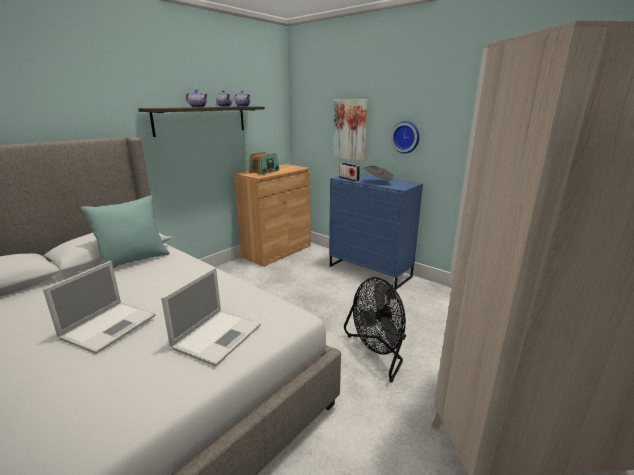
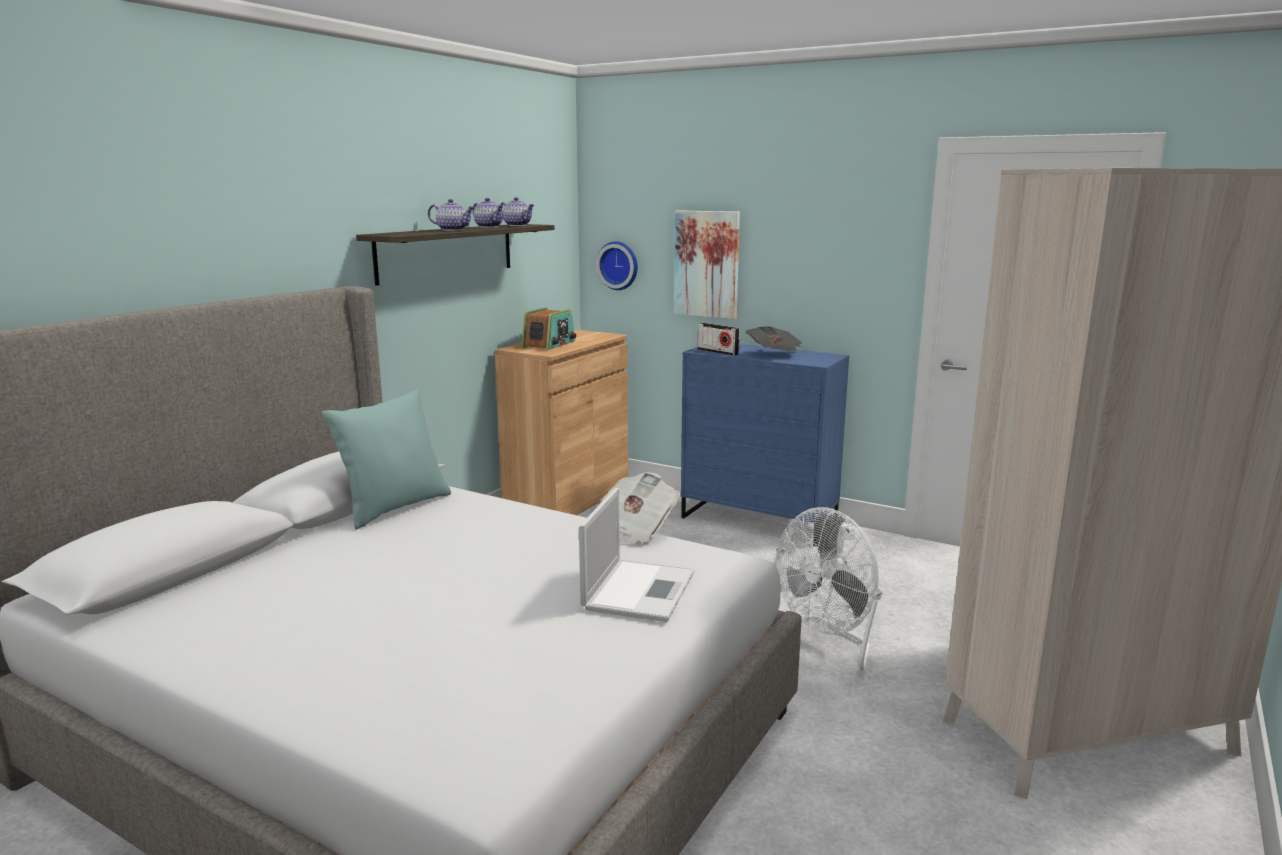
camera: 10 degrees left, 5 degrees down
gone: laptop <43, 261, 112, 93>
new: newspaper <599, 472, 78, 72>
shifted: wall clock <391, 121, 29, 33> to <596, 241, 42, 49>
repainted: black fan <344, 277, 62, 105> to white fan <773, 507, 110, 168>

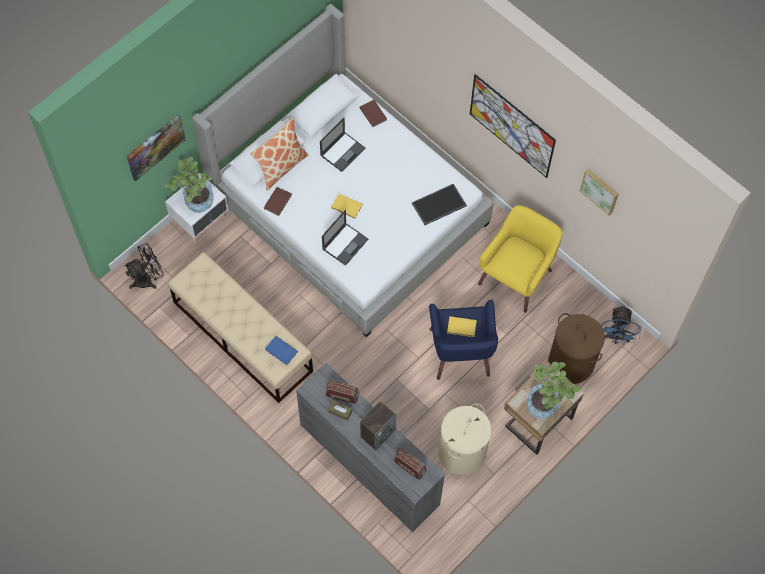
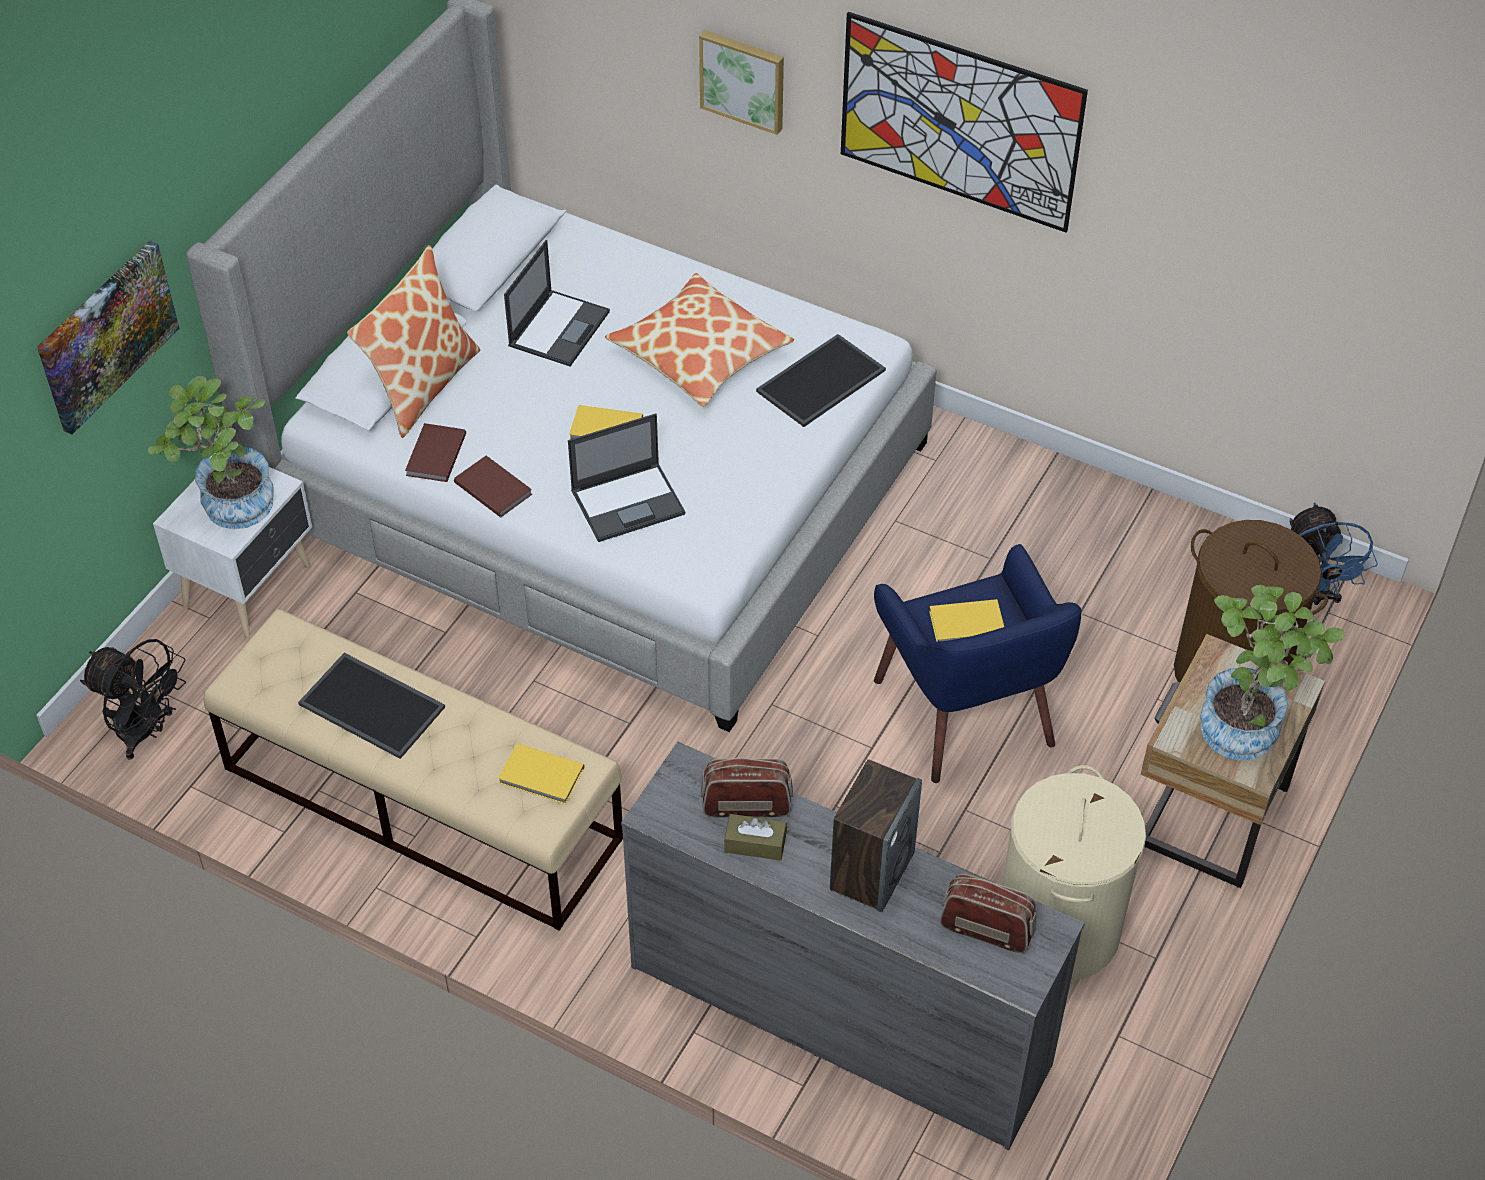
camera: 15 degrees left, 15 degrees down
gone: yellow armchair <478, 205, 84, 108>
new: tray <298, 653, 147, 106>; pillow <605, 273, 189, 134>
shifted: brown book <359, 100, 28, 27> to <454, 456, 78, 61>; picture <580, 169, 38, 47> to <699, 30, 85, 105>
repainted: blue book <265, 336, 33, 29> to yellow book <498, 743, 86, 61>
rotated: black fan <124, 243, 40, 46> = <80, 639, 106, 121> 75 degrees clockwise; laptop <322, 210, 46, 56> = <568, 413, 117, 129> 45 degrees clockwise

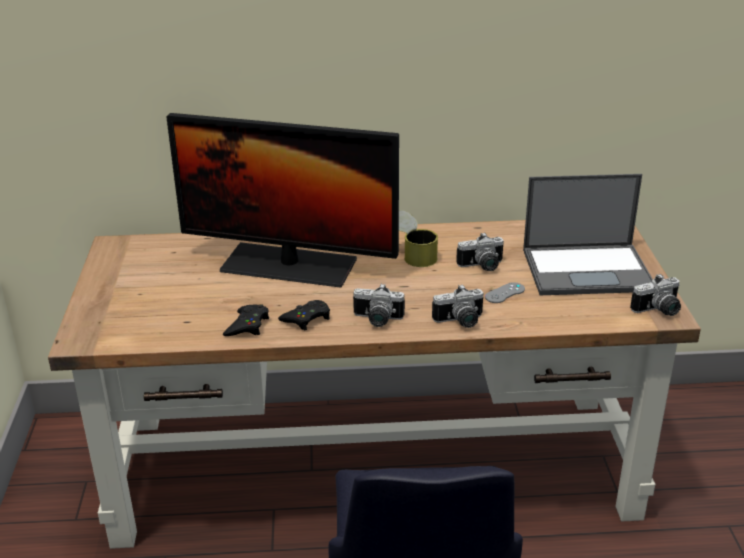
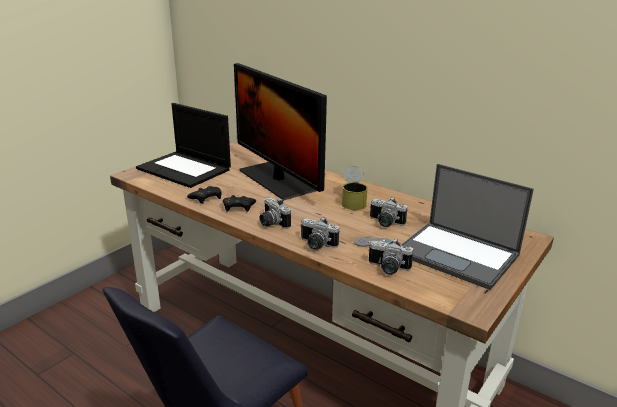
camera: 40 degrees right, 5 degrees down
new: laptop <136, 103, 95, 85>
shifted: photo camera <630, 274, 51, 42> to <369, 238, 44, 37>

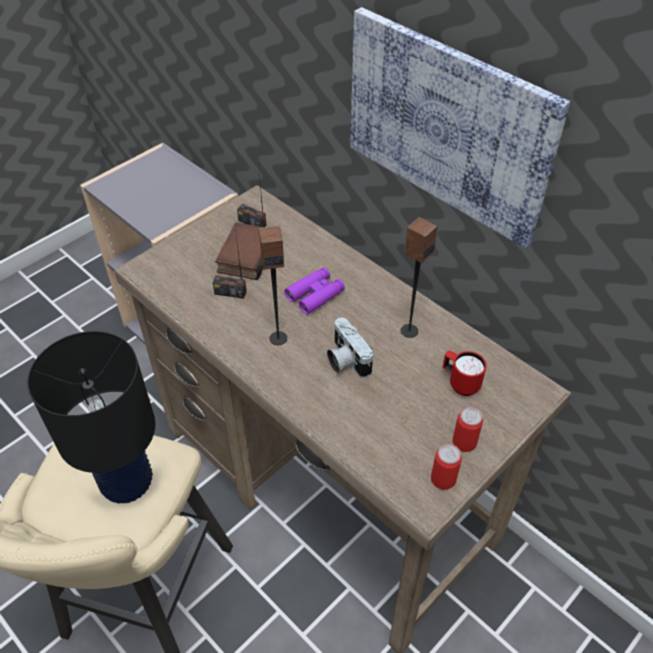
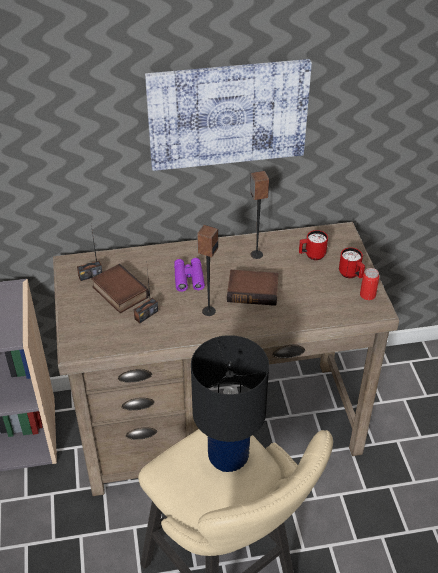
camera: 55 degrees left, 5 degrees down
swapped: photo camera <327, 318, 46, 60> to book <227, 270, 52, 36>; can <452, 407, 31, 45> to red mug <339, 248, 26, 30>

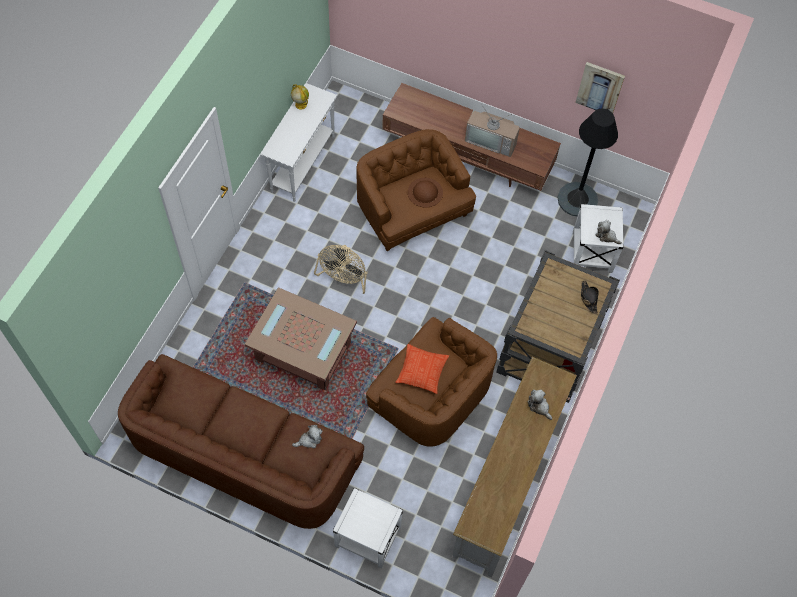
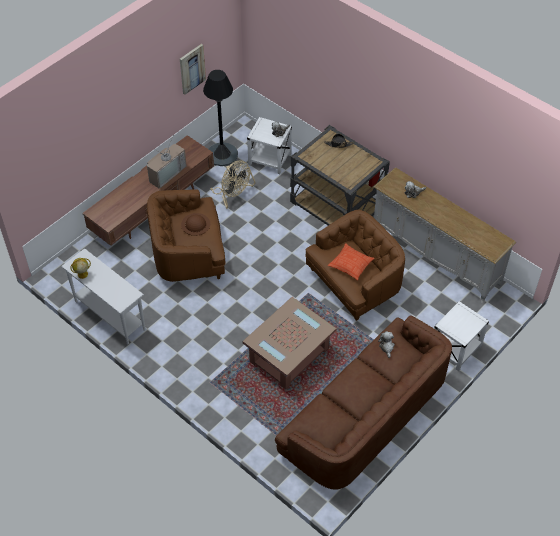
camera: 70 degrees left, 10 degrees down
shifted: beige fan <314, 245, 54, 49> to <210, 160, 45, 49>

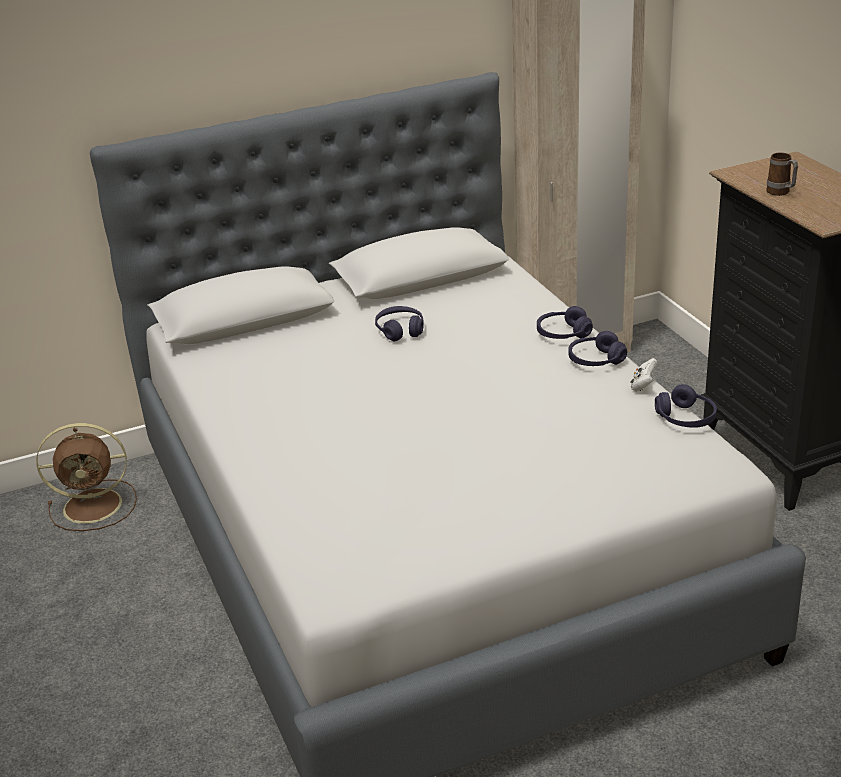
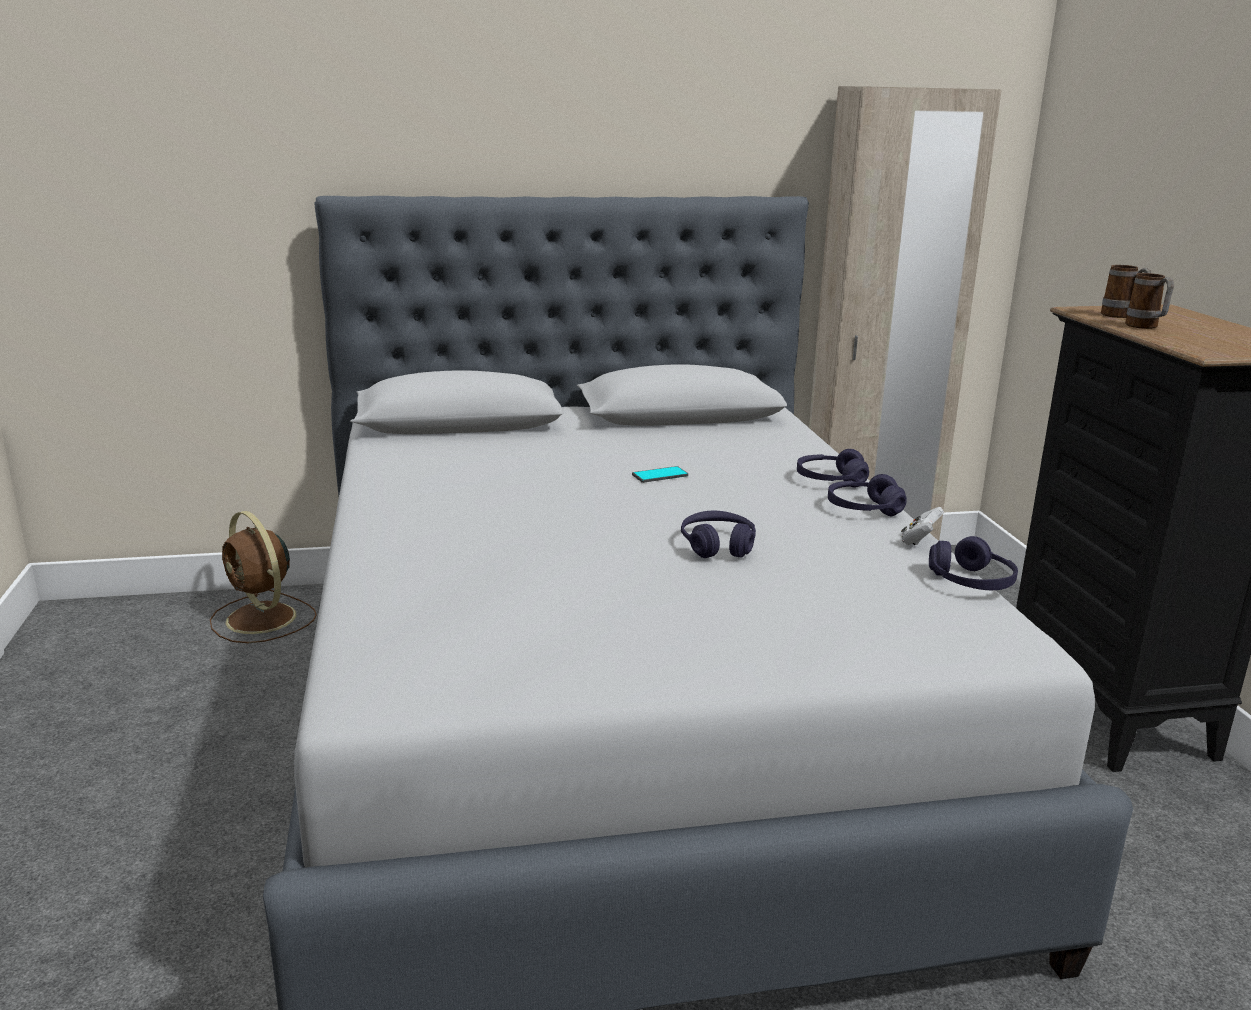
camera: 10 degrees right, 10 degrees down
new: phone <632, 466, 56, 17>; mug <1101, 265, 50, 53>
shifted: purple headphones <375, 306, 49, 35> to <681, 511, 75, 47>
rotated: brown fan <36, 423, 101, 108> = <210, 511, 107, 132> 45 degrees clockwise

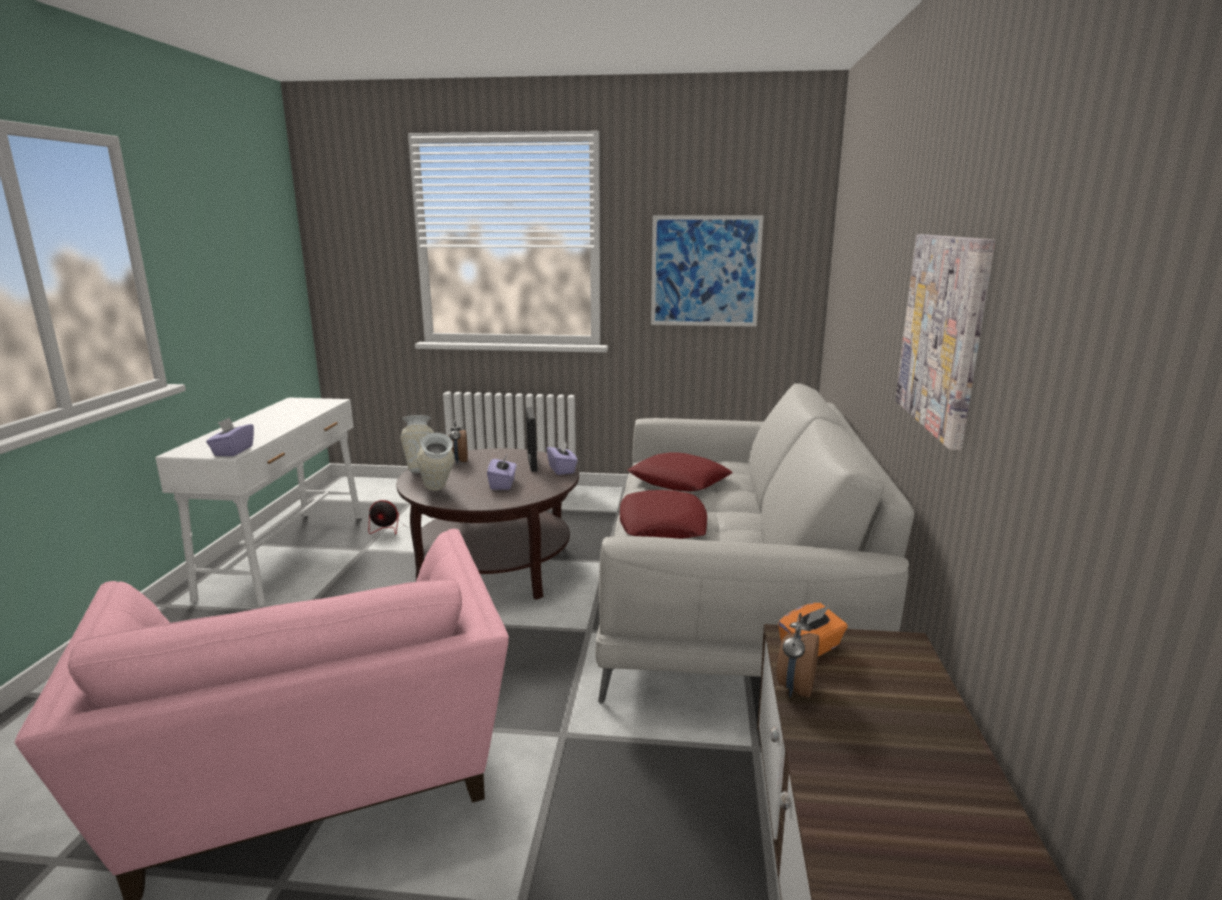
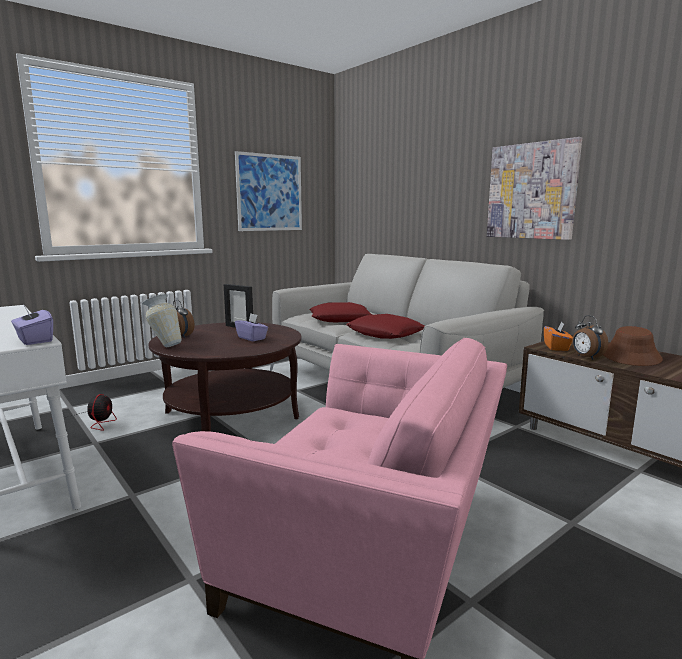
camera: 45 degrees left, 5 degrees down
gone: vase <417, 433, 38, 58>; purple tissue box <547, 441, 31, 34>
new: brown hat <603, 326, 60, 40>
rotated: fan <369, 500, 64, 35> = <50, 394, 67, 37> 45 degrees counterclockwise

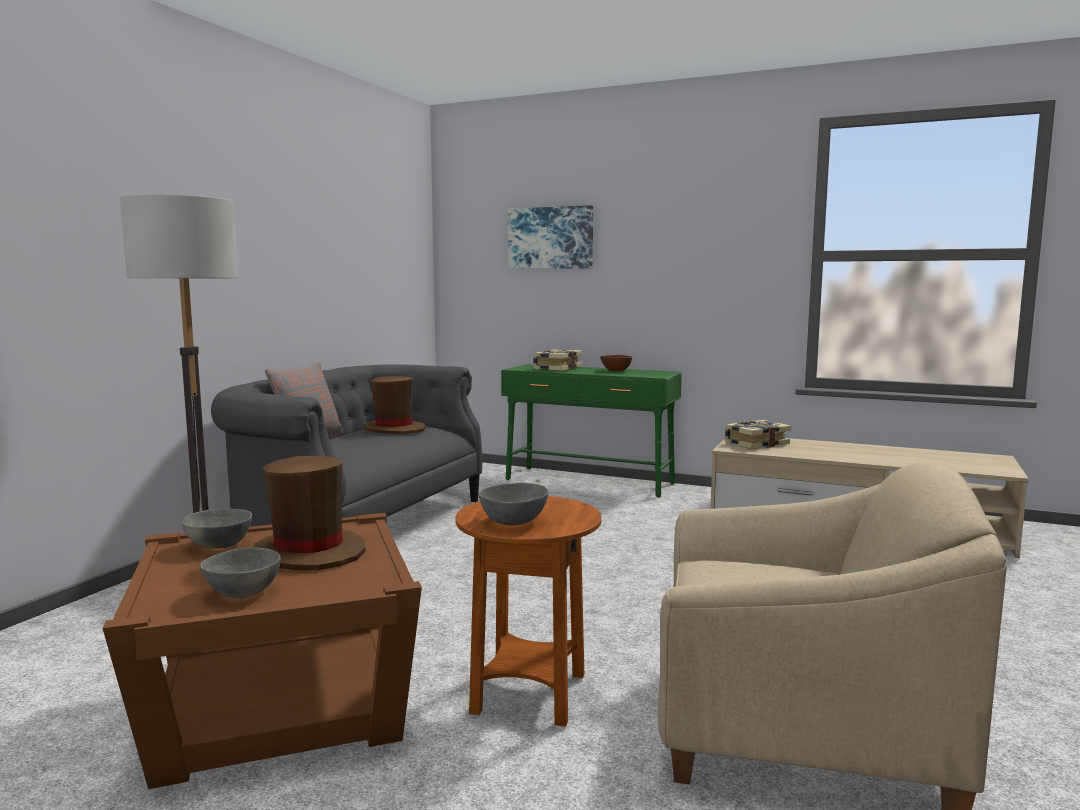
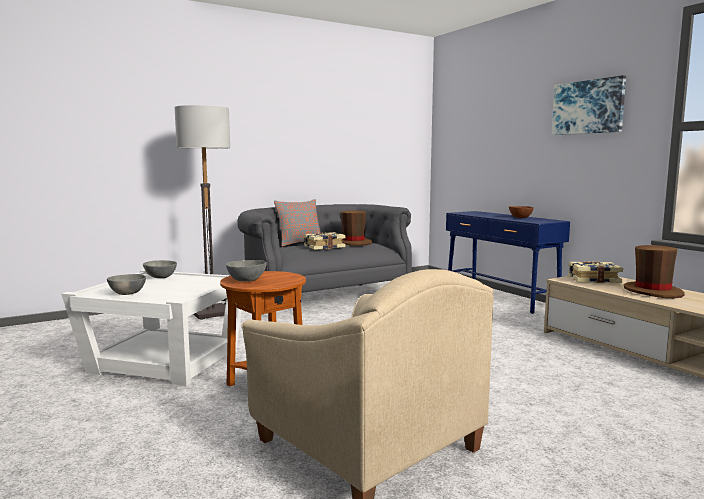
camera: 35 degrees right, 0 degrees up
shifted: brown hat <253, 456, 113, 114> to <624, 245, 61, 53>; picture <508, 205, 85, 64> to <552, 75, 74, 60>; book <533, 349, 49, 22> to <304, 232, 41, 18>
repainted: brown side table <102, 513, 320, 276> to white side table <61, 269, 181, 117>; green console table <501, 364, 181, 134> to blue console table <446, 211, 124, 103>

